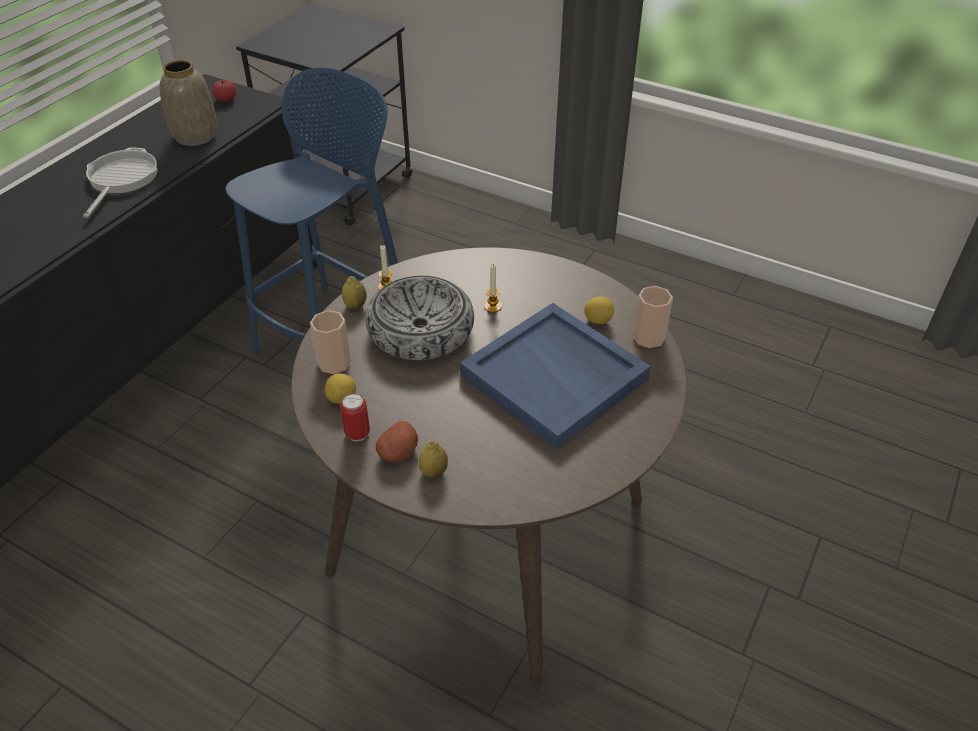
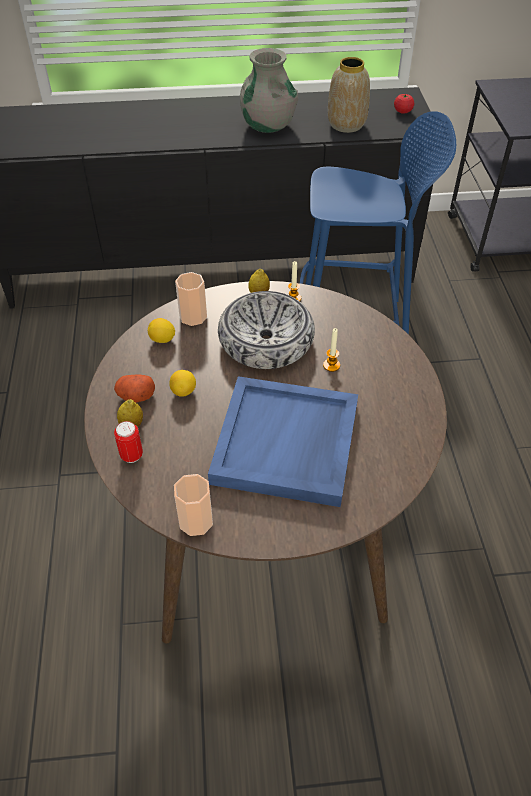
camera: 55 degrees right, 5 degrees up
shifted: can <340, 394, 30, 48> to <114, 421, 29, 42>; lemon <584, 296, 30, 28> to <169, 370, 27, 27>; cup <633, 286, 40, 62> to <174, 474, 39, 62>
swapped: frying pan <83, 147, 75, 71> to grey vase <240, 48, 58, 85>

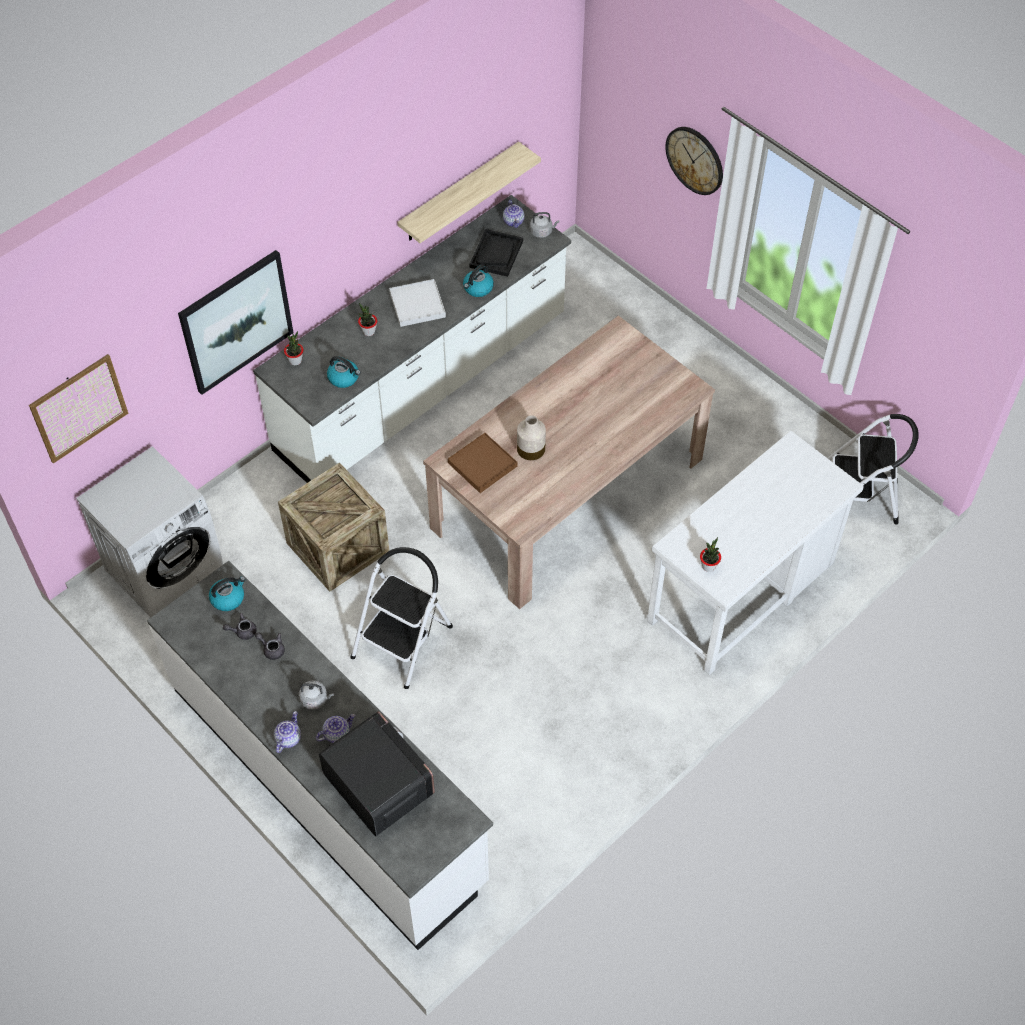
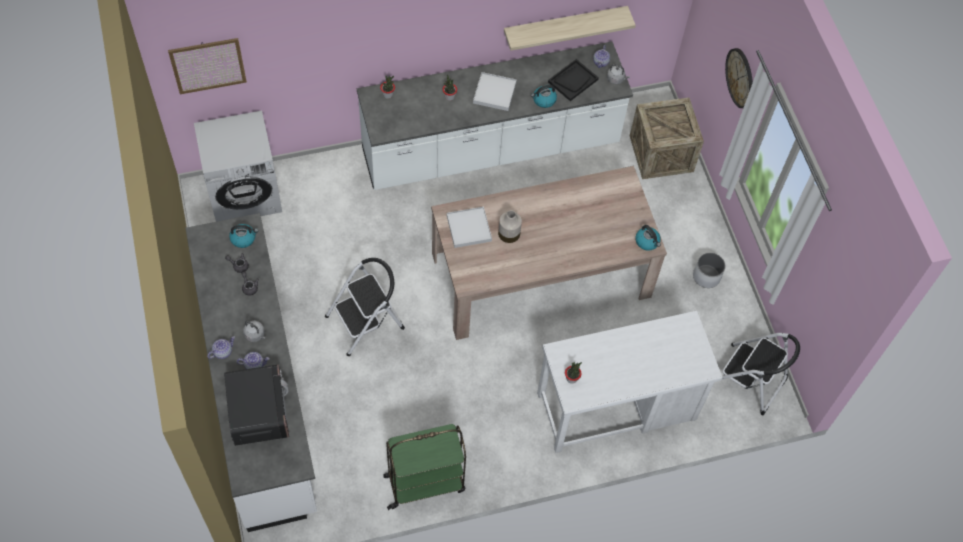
camera: 25 degrees right, 5 degrees up
gone: picture <178, 250, 115, 145>
new: green cart <384, 424, 82, 86>; white planter <693, 252, 32, 36>
shifted: crate <278, 462, 111, 130> to <630, 98, 74, 81>; kettle <327, 356, 34, 32> to <635, 225, 26, 26>
repainted: brown tray <448, 433, 70, 60> to white tray <447, 207, 45, 41>

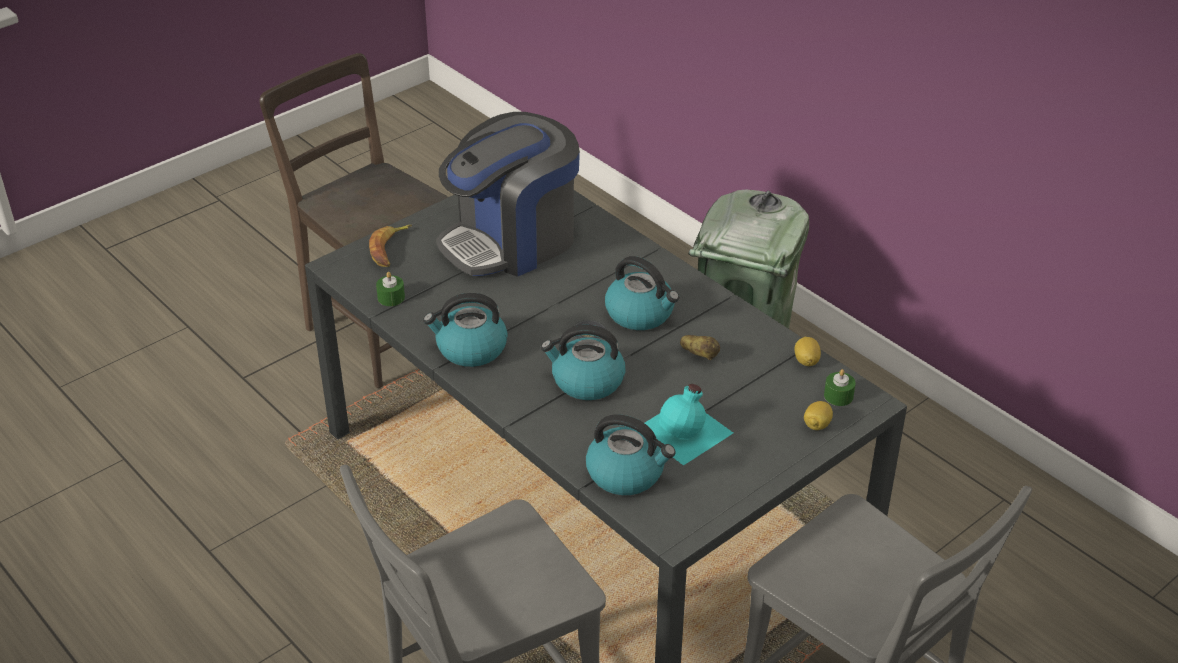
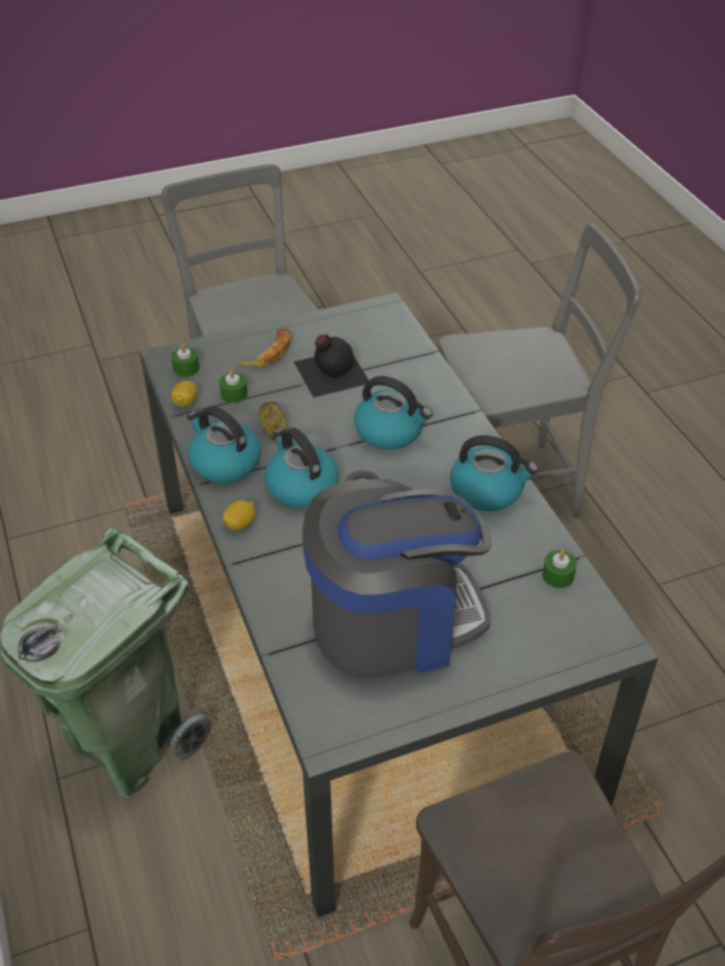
camera: 160 degrees left, 5 degrees up
new: green candle <219, 369, 29, 34>
shifted: banana <369, 225, 43, 42> to <237, 328, 54, 39>; kettle <586, 414, 89, 81> to <187, 406, 74, 77>; lemon <804, 401, 29, 29> to <223, 500, 32, 30>
repainted: turquoise bottle <645, 384, 88, 82> to black bottle <294, 334, 75, 64>

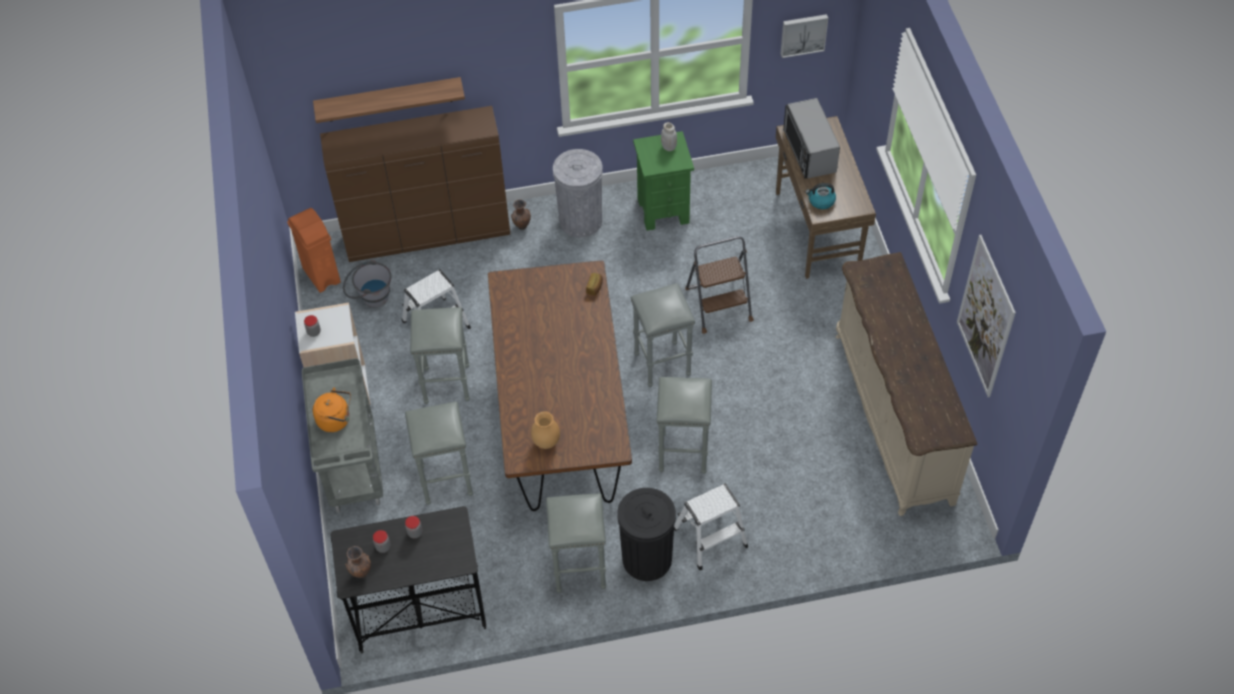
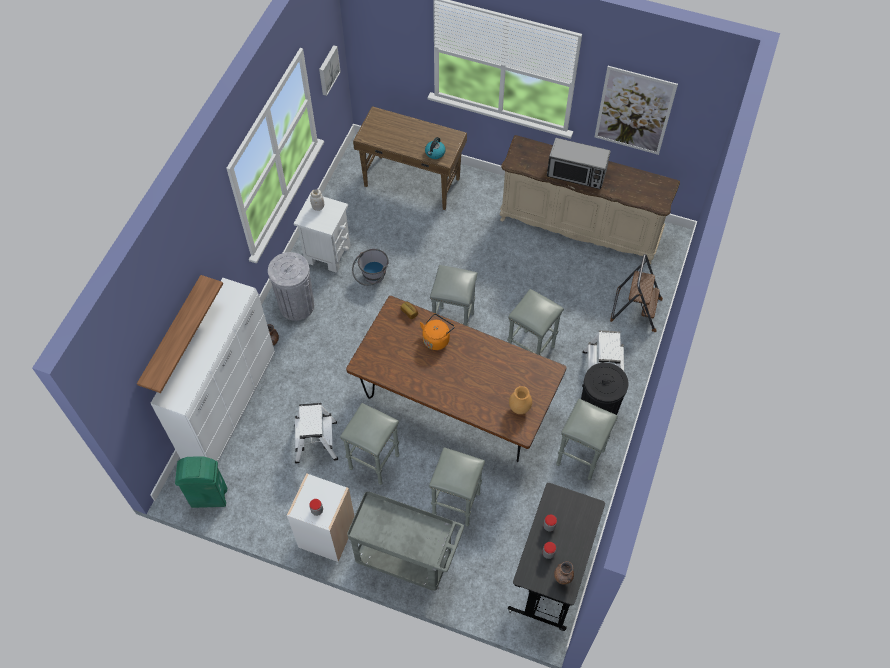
camera: 60 degrees left, 5 degrees up
shifted: orange kettle <313, 388, 38, 44> to <420, 314, 35, 36>; grey bucket <343, 260, 48, 47> to <352, 249, 37, 37>; brown step ladder <685, 236, 69, 98> to <610, 254, 53, 78>; microwave <783, 98, 57, 81> to <547, 138, 64, 51>
repainted: orange trash can <287, 208, 54, 85> to green trash can <175, 456, 52, 52>; brown dresser <320, 106, 190, 156> to white dresser <150, 278, 125, 184>; green nightstand <633, 131, 61, 100> to white nightstand <294, 193, 56, 80>

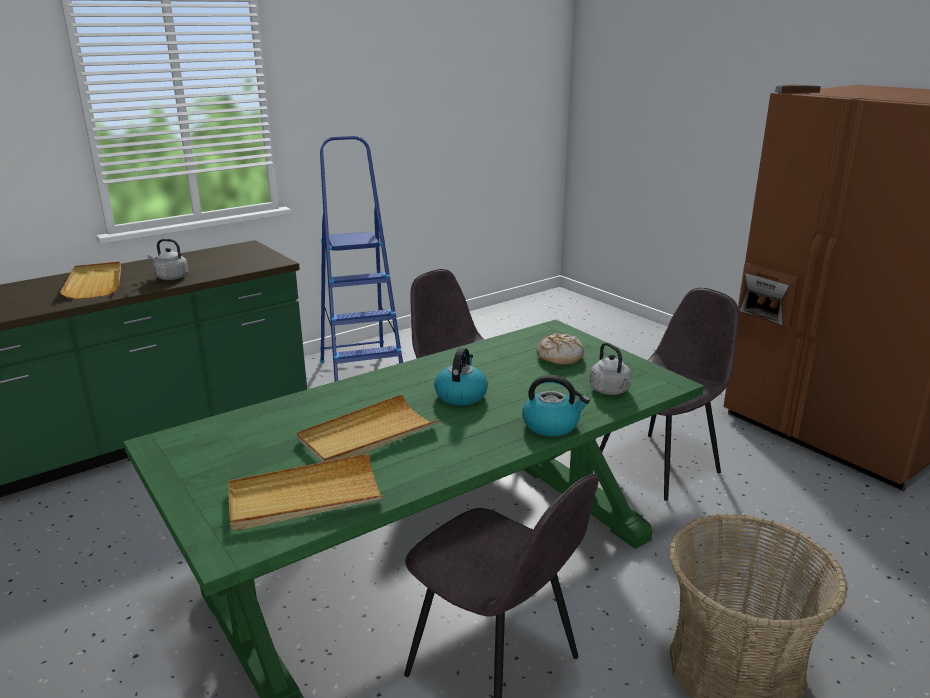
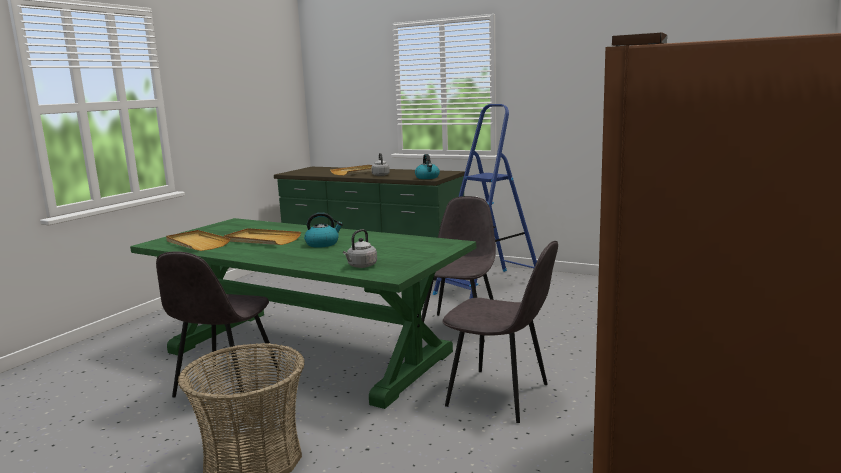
camera: 65 degrees right, 10 degrees down
gone: bread <537, 334, 47, 31>
shifted: kettle <522, 375, 68, 61> to <415, 154, 25, 25>

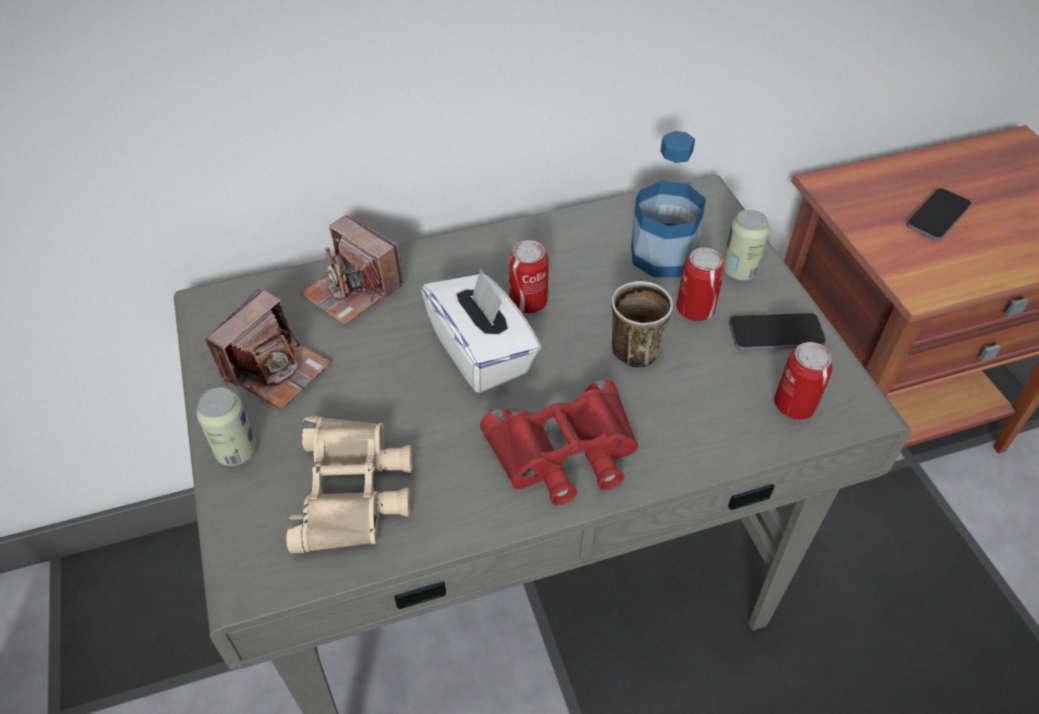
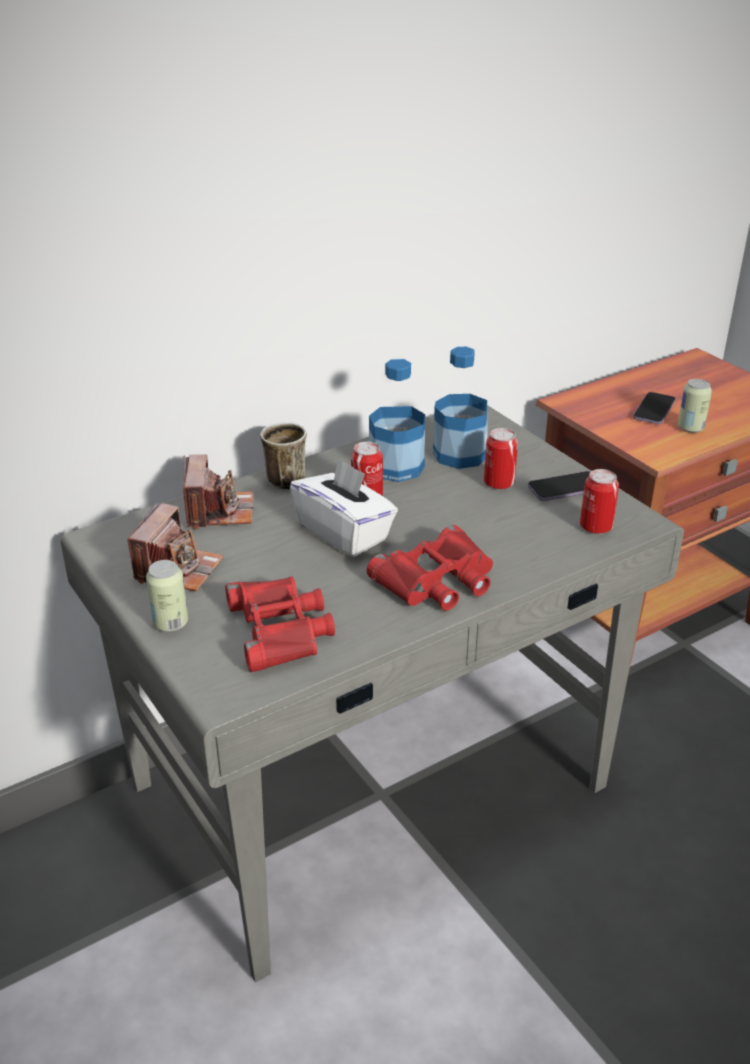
camera: 15 degrees left, 15 degrees down
new: bottle <369, 359, 56, 123>
shifted: mug <611, 281, 62, 87> to <260, 422, 47, 67>; can <723, 209, 47, 72> to <678, 379, 34, 54>
repainted: beige binoculars <286, 416, 127, 137> to red binoculars <225, 576, 110, 96>
rotated: photo camera <301, 215, 104, 110> = <183, 454, 71, 75> 120 degrees counterclockwise

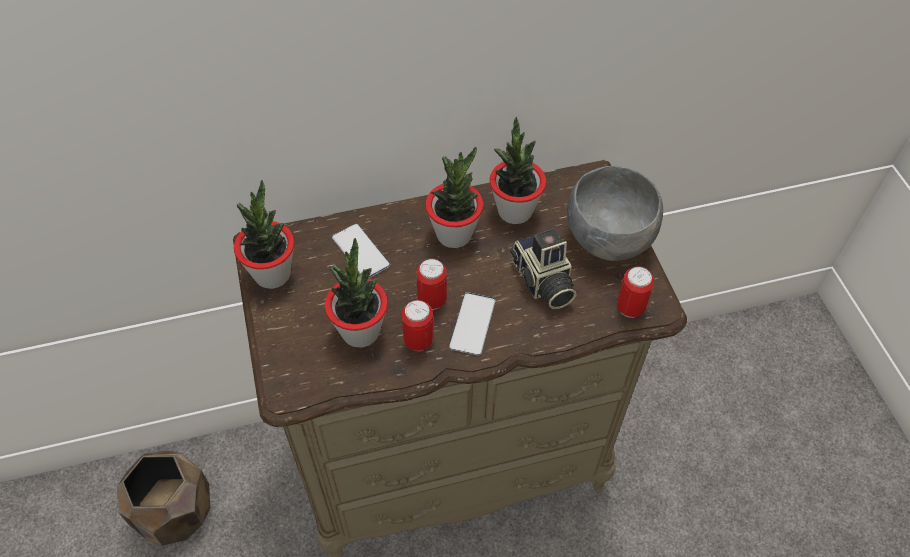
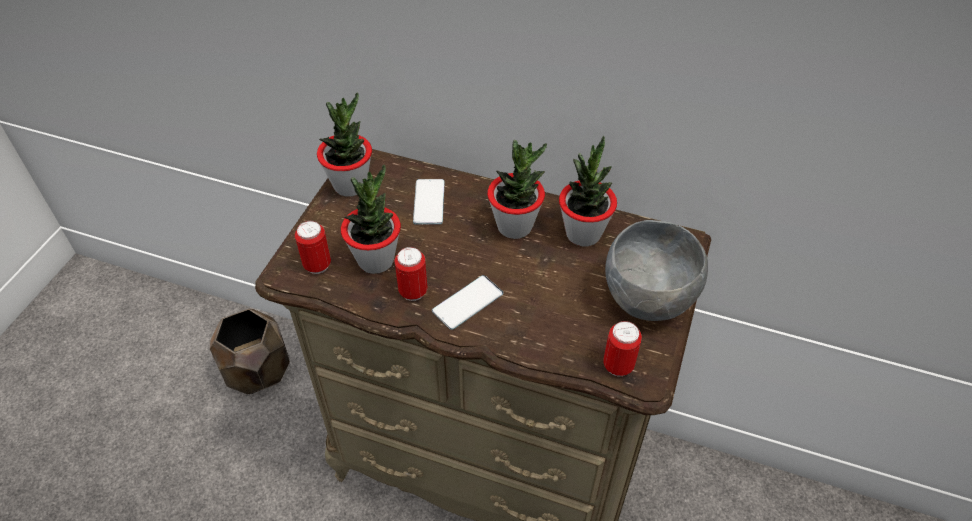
camera: 35 degrees right, 5 degrees down
gone: photo camera <510, 229, 66, 80>
shifted: can <417, 259, 30, 51> to <295, 221, 36, 53>

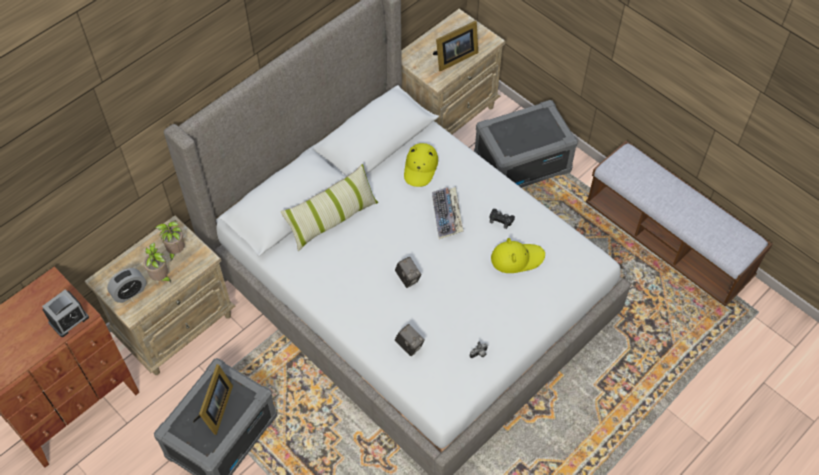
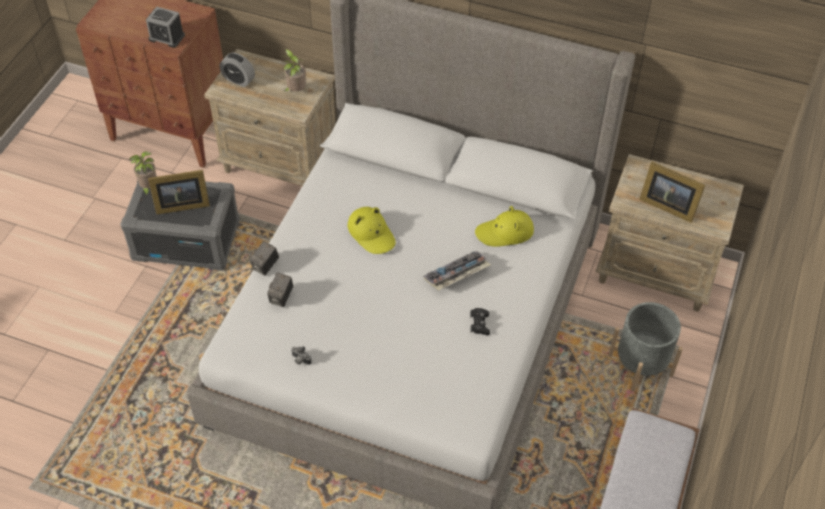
camera: 65 degrees right, 5 degrees down
gone: pillow <280, 164, 98, 87>
shifted: potted plant <143, 243, 28, 39> to <129, 152, 27, 44>; photo camera <395, 257, 26, 31> to <250, 241, 29, 35>; yellow hat <491, 238, 54, 35> to <348, 207, 48, 47>
swapped: grey storage box <474, 100, 104, 88> to grey planter <608, 302, 75, 90>

